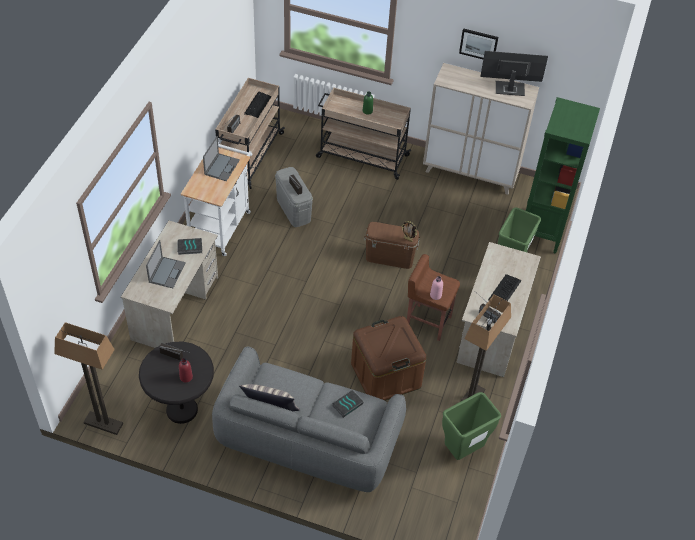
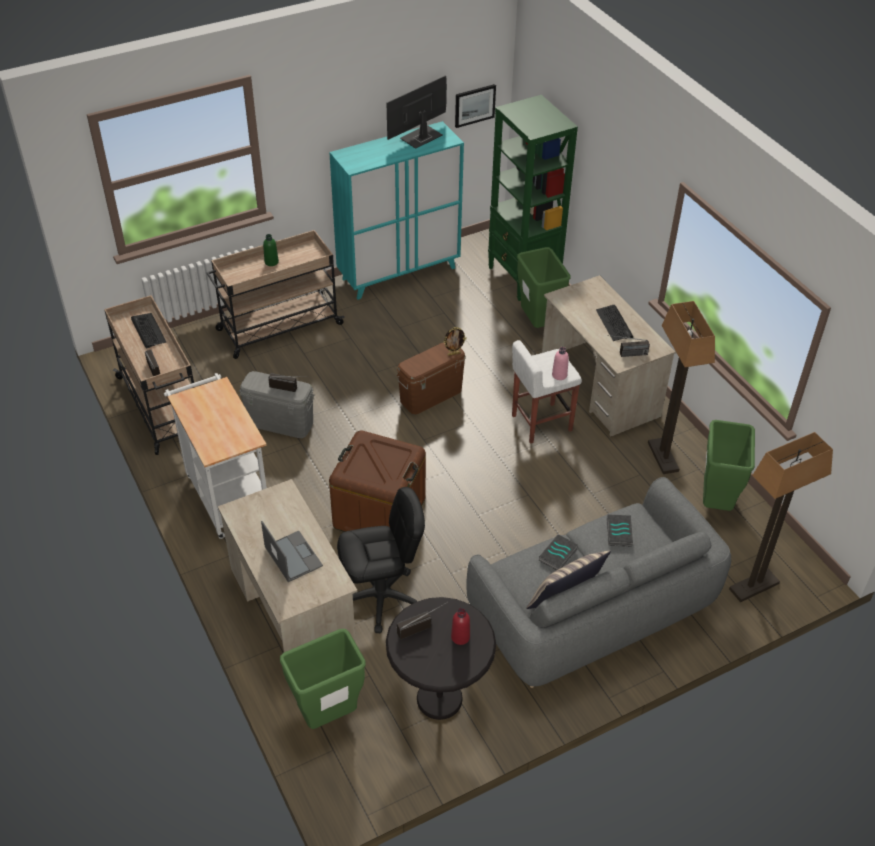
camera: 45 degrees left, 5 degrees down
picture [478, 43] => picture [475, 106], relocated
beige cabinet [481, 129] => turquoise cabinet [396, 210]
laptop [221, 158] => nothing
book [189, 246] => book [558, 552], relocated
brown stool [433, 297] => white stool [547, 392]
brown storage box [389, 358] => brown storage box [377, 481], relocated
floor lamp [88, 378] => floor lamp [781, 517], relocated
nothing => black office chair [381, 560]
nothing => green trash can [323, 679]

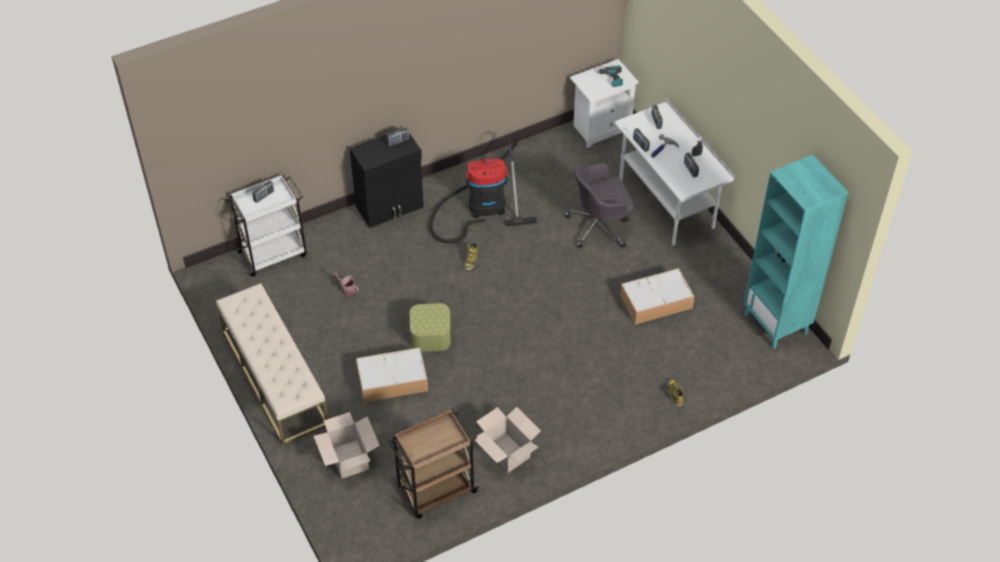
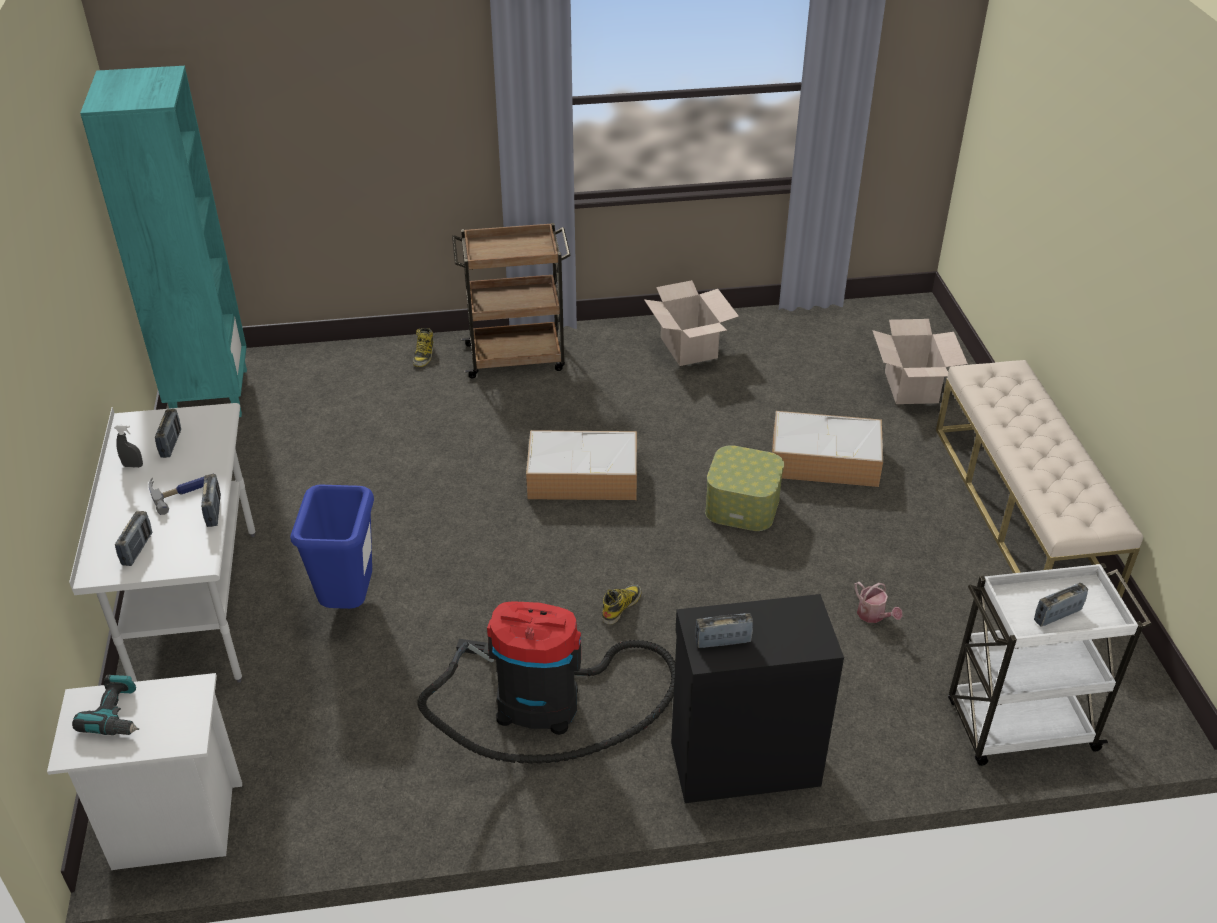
camera: 160 degrees left, 10 degrees down
grey office chair [599, 205] => blue trash can [332, 547]
storage box [657, 296] => storage box [581, 465], relocated
brown cart [433, 464] => brown cart [511, 300], relocated

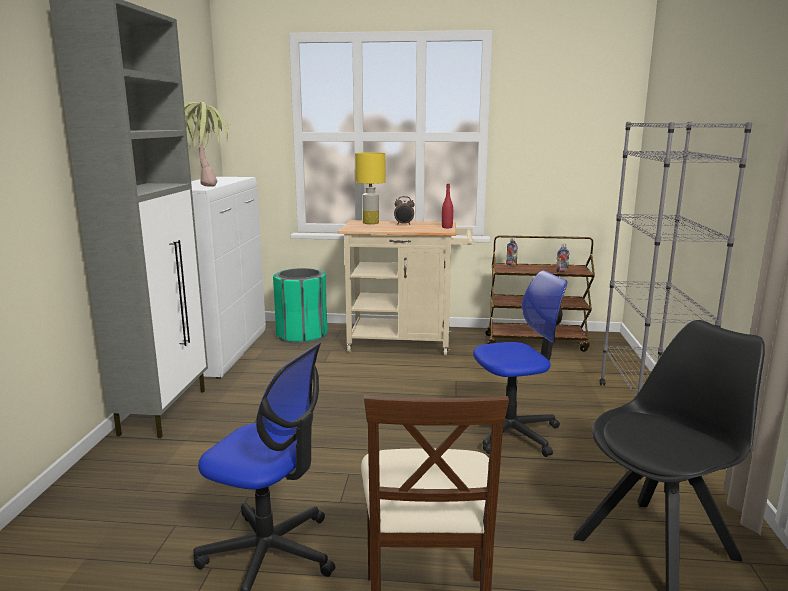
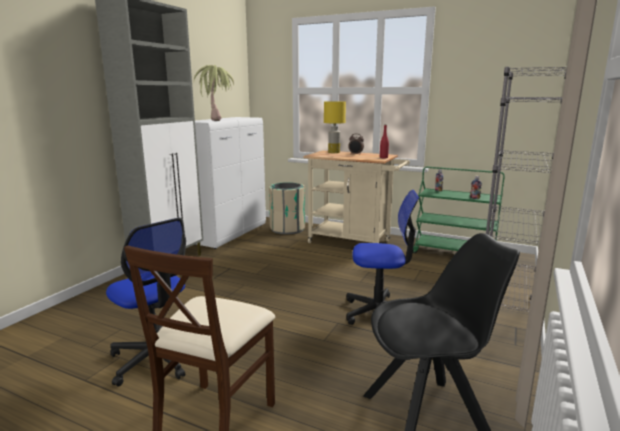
camera: 20 degrees right, 0 degrees up
brown cart [540, 293] => green cart [459, 210]
green trash can [300, 306] => beige trash can [287, 208]

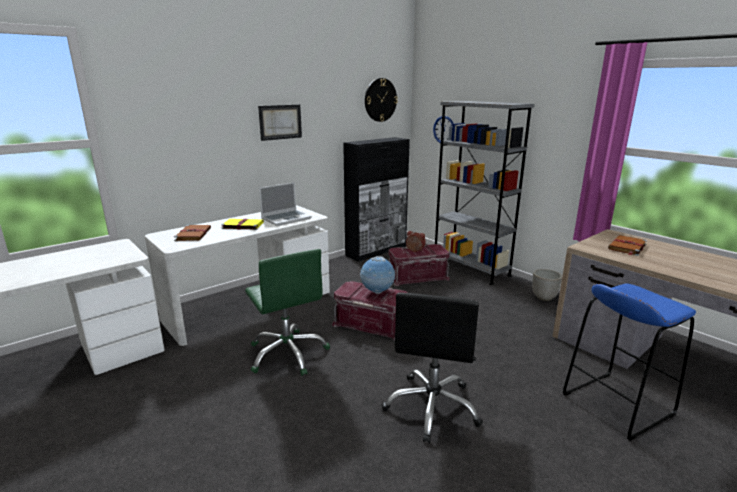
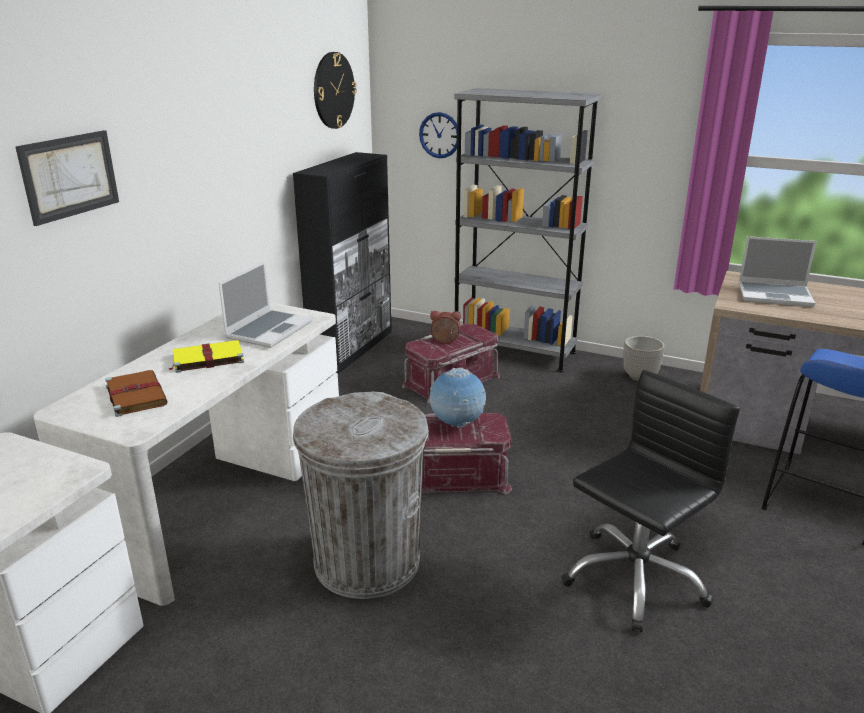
camera: 25 degrees left, 5 degrees up
picture [280, 123] => picture [67, 178], relocated
brown book [627, 245] => laptop [778, 271]
green office chair [287, 312] => grey trash can [361, 495]
black office chair [432, 368] => black office chair [651, 501], 120 degrees counterclockwise

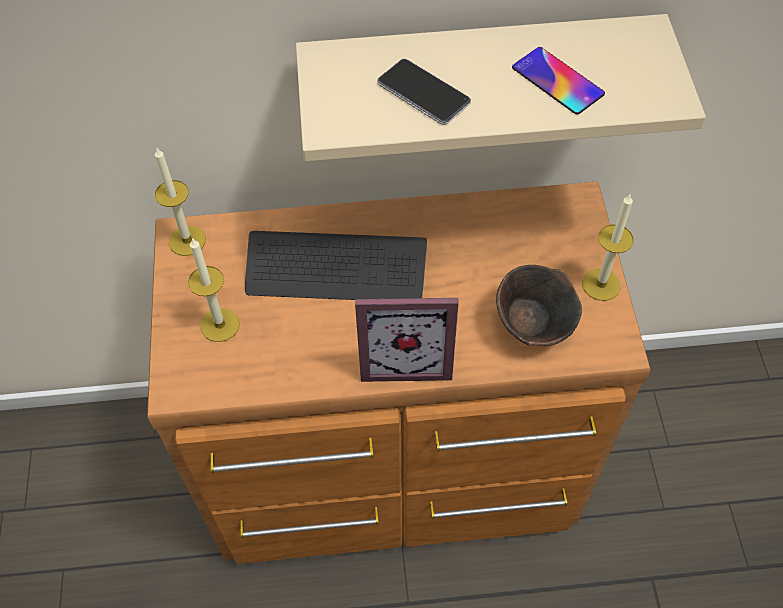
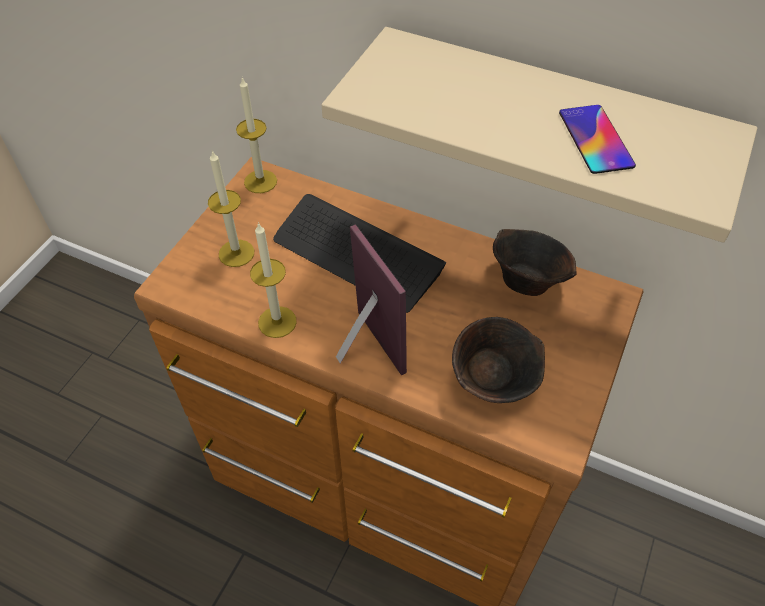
camera: 30 degrees right, 5 degrees down
phone [424, 92] => nothing
candle [608, 247] => candle [273, 280], relocated
picture frame [407, 340] => picture frame [371, 299], 150 degrees counterclockwise
nothing => brown bowl [535, 262]

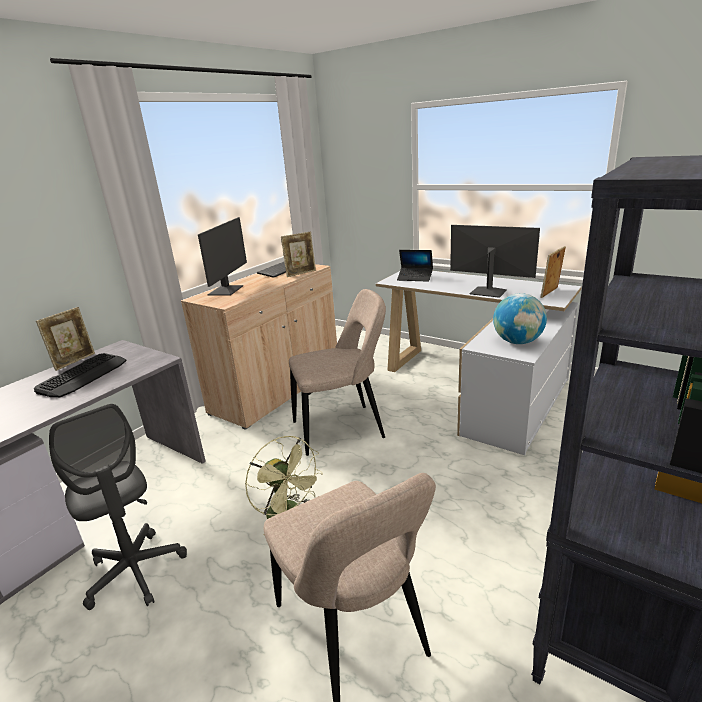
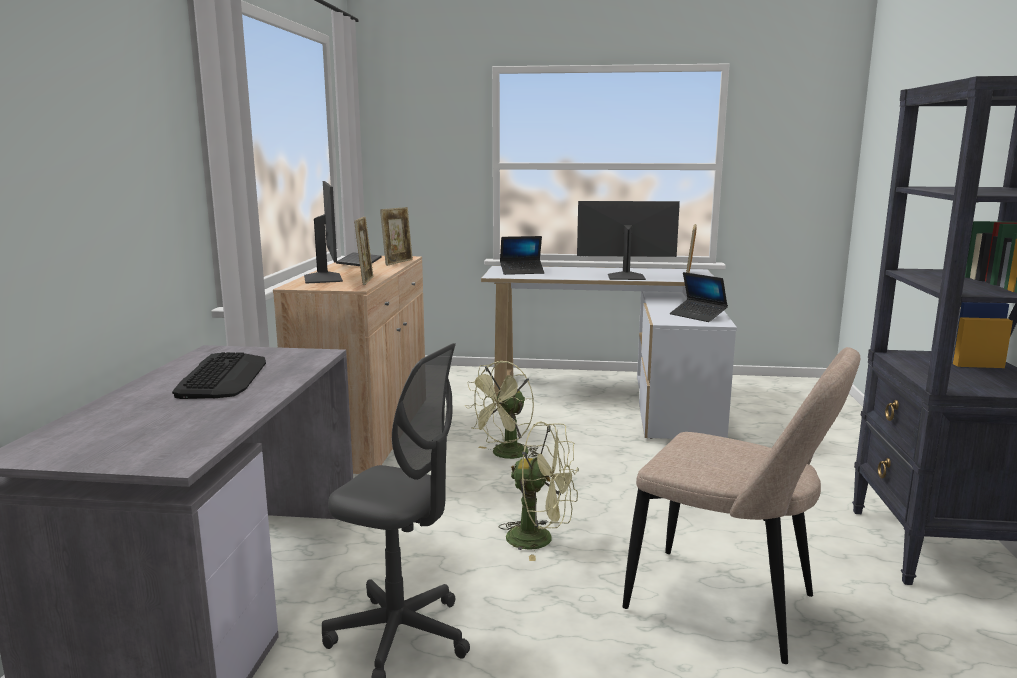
camera: 30 degrees left, 10 degrees down
beige chair [337, 372] => green fan [501, 410]
globe [520, 318] => laptop [699, 297]
picture frame [65, 339] => picture frame [364, 251], relocated

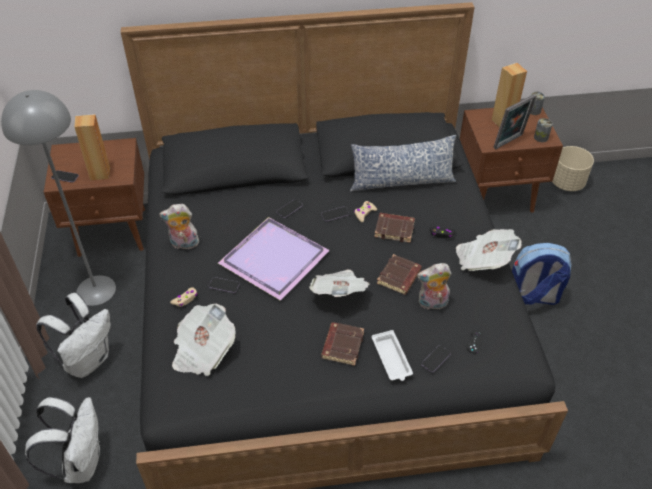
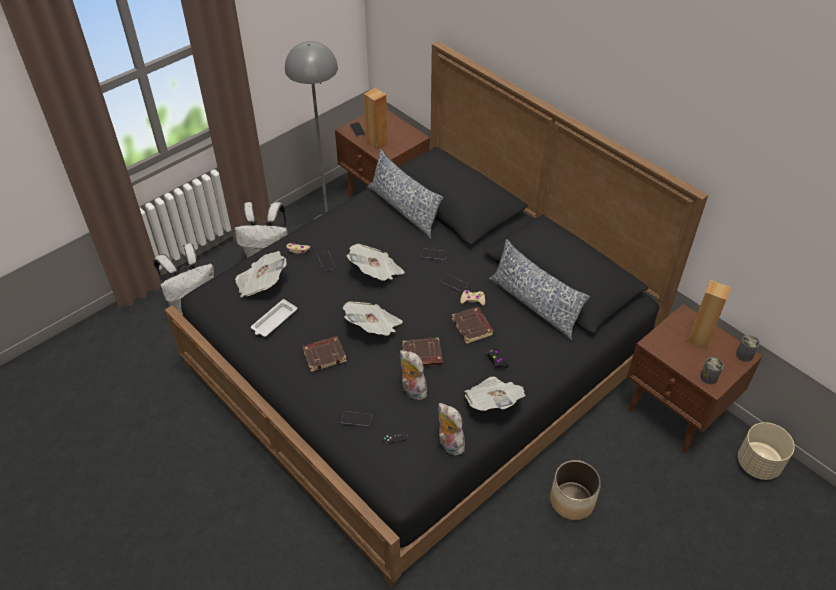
camera: 55 degrees right, 0 degrees up
picture frame [514, 121] => nothing
plush toy [179, 226] => plush toy [451, 429], relocated
purple tray [274, 259] => newspaper [375, 262]
backpack [542, 274] => planter [575, 490]
white tray [392, 355] => white tray [274, 318], relocated
nothing => pillow [406, 193]

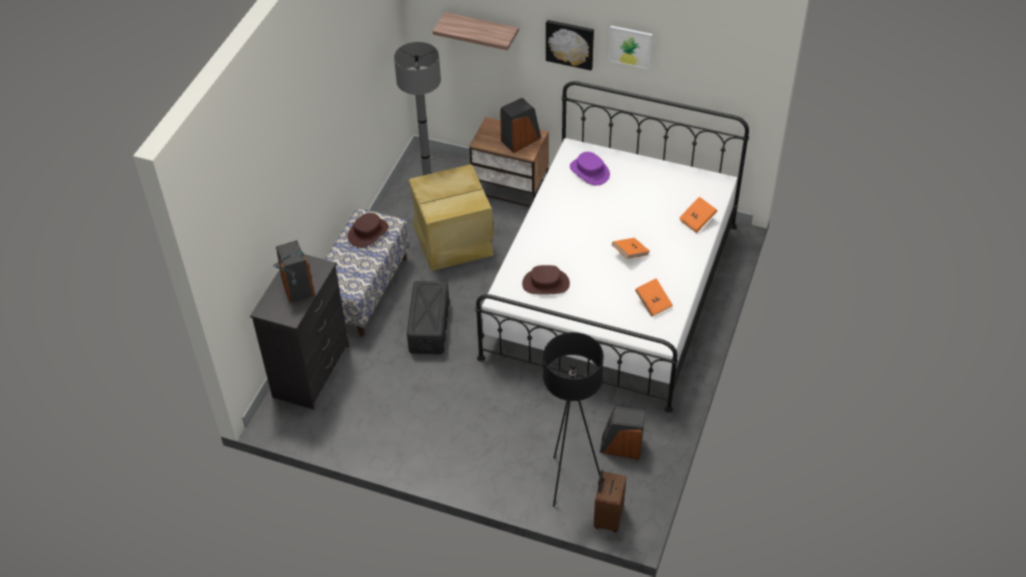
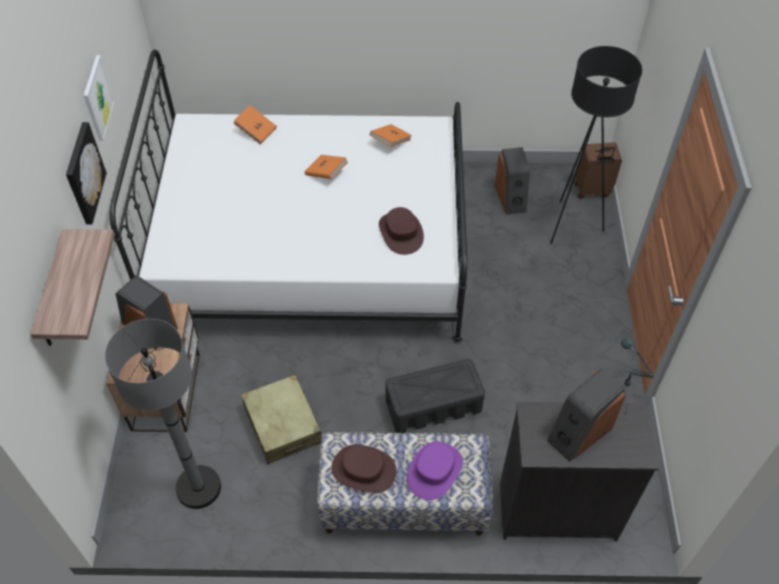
camera: 110 degrees left, 5 degrees up
purple hat [590, 168] => purple hat [435, 471], relocated
beige storage box [451, 217] => beige suitcase [281, 419]

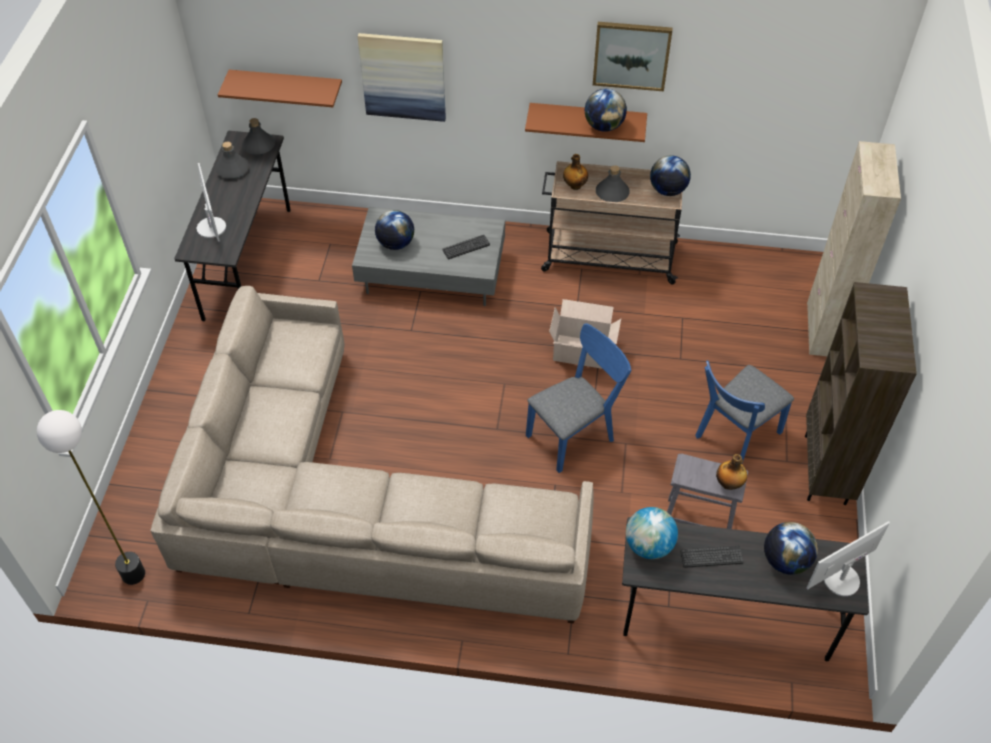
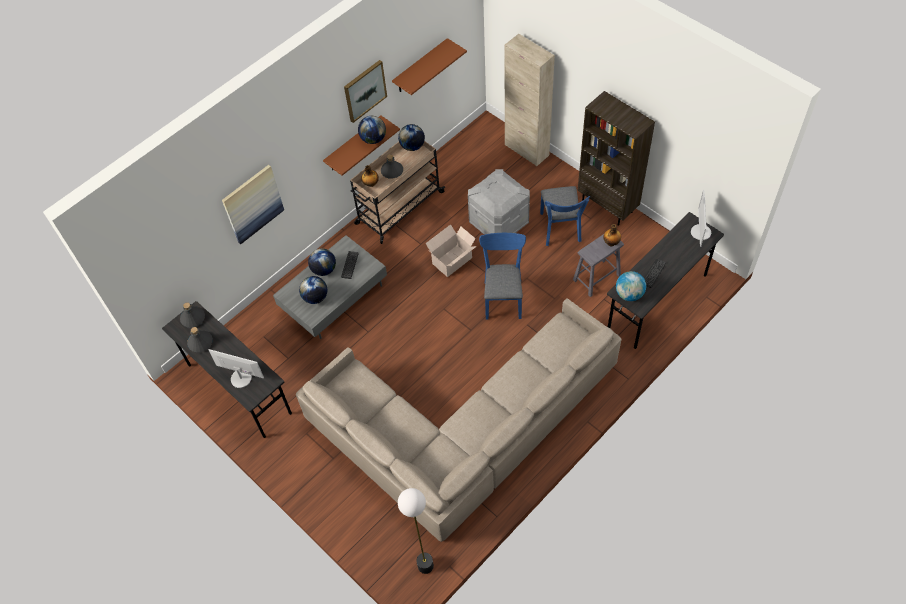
camera: 50 degrees left, 5 degrees up
brown shelf [280, 88] => brown shelf [429, 66], relocated
globe [791, 548] => globe [322, 262], relocated
nothing => grey storage box [499, 202]

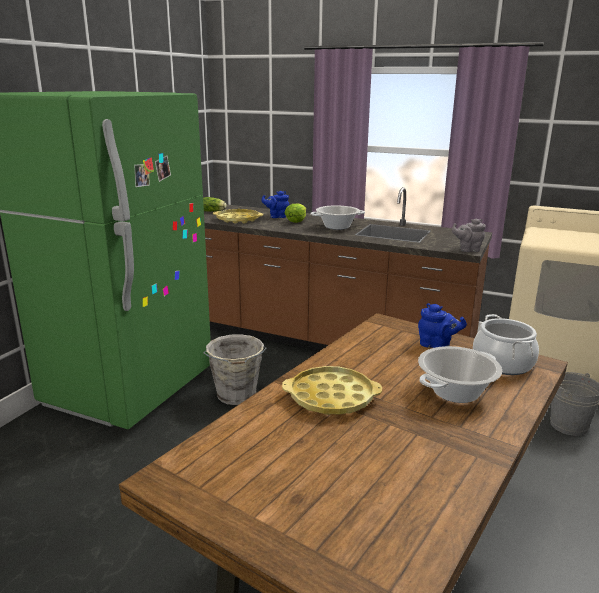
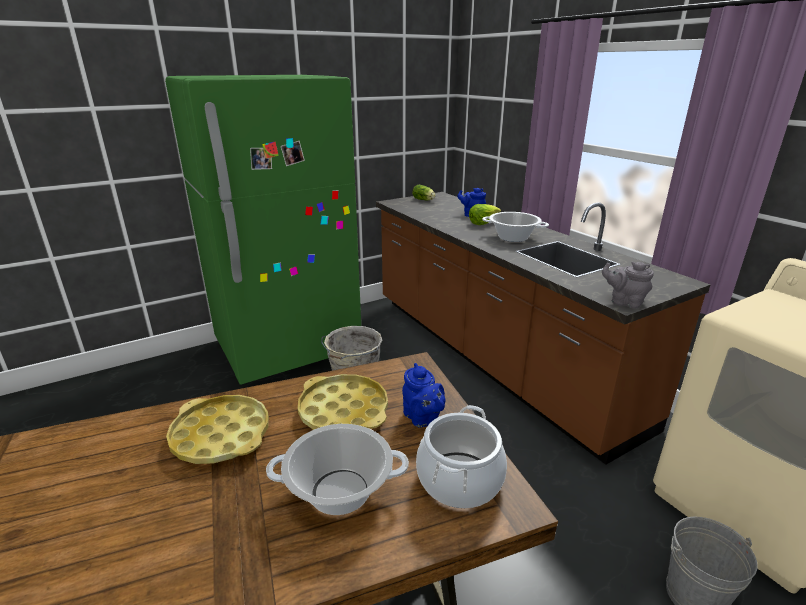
camera: 35 degrees right, 5 degrees up
yellow tray [238, 216] => yellow tray [343, 402], relocated

